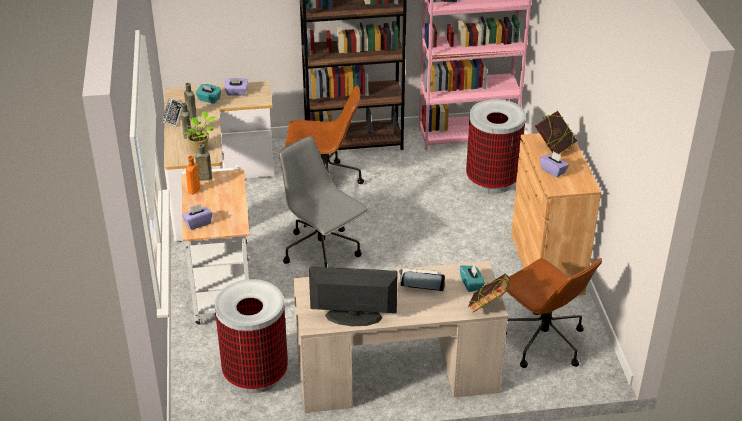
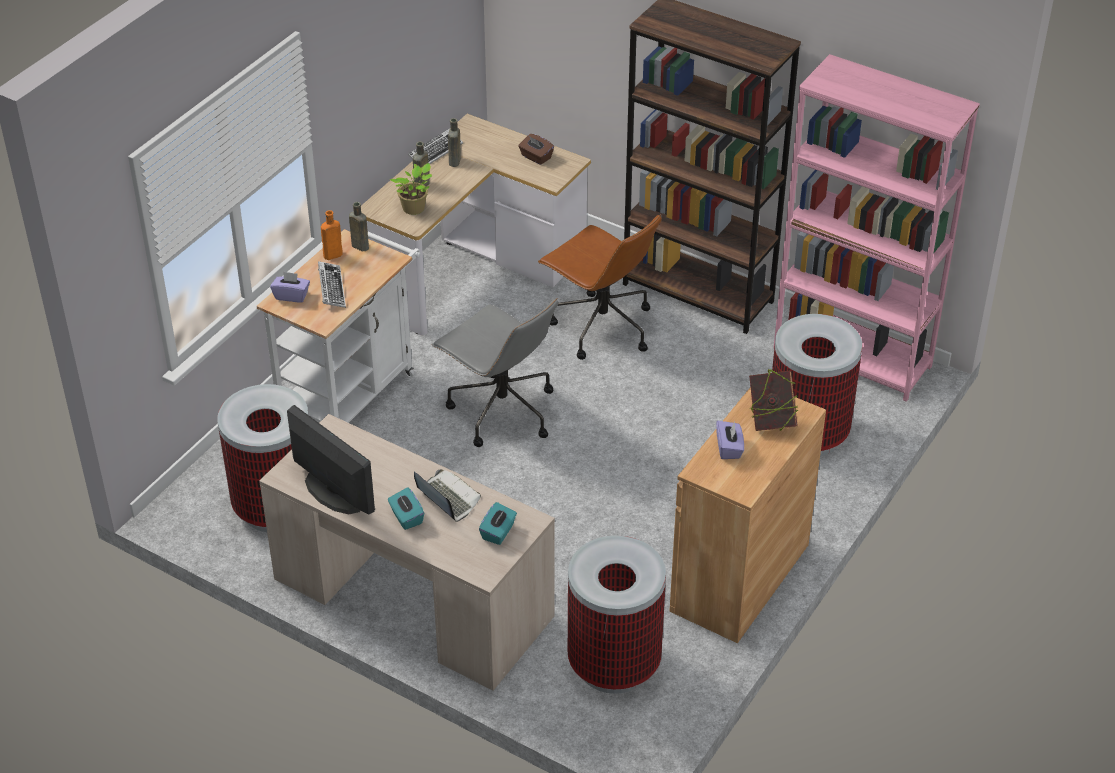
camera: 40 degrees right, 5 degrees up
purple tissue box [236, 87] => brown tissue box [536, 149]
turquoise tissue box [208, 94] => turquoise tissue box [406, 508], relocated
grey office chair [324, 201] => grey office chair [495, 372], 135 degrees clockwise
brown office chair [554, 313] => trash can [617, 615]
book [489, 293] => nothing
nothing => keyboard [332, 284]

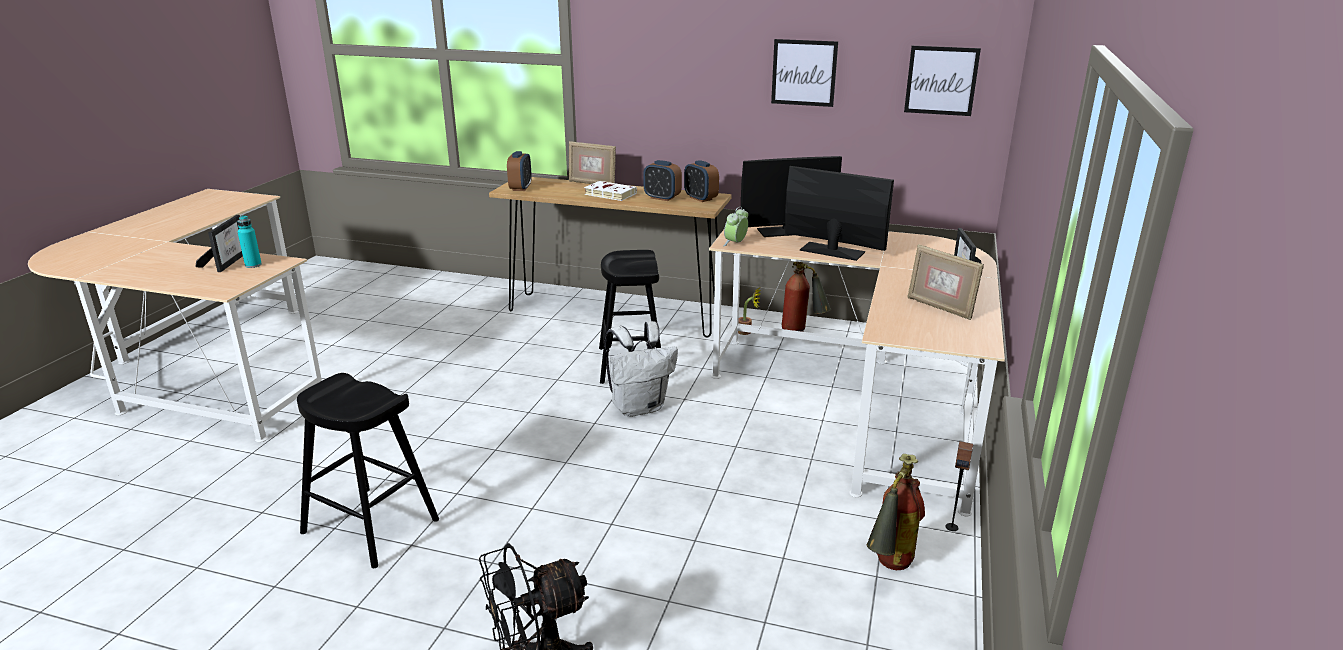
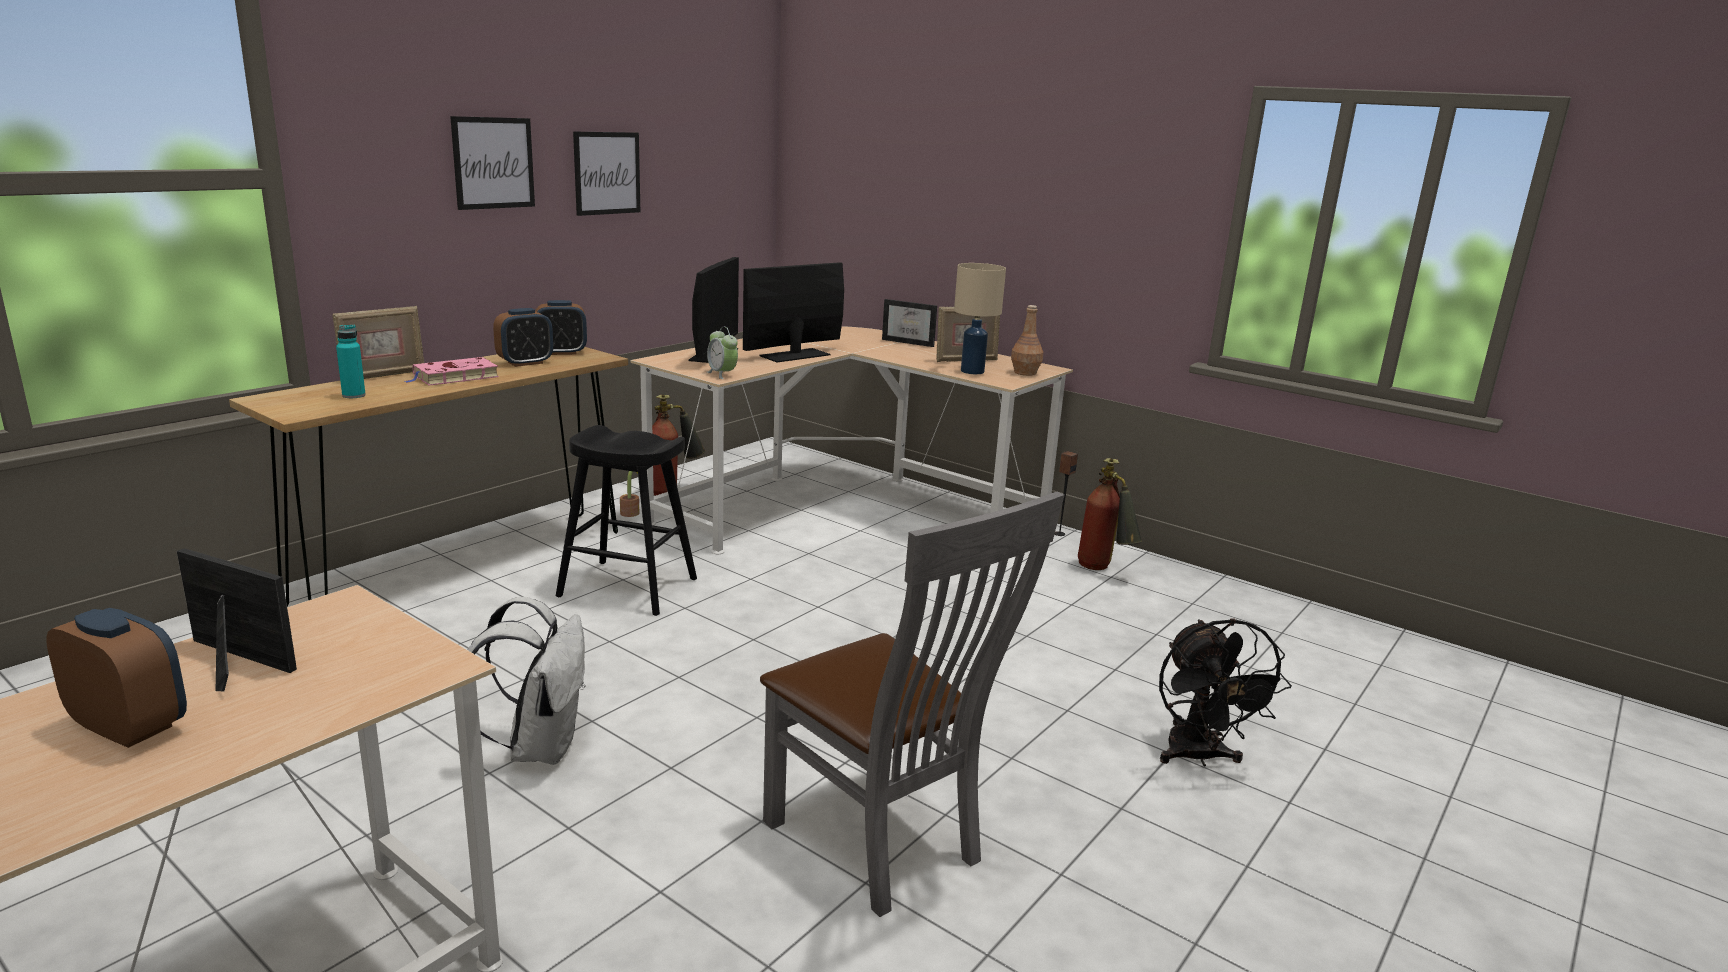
camera: 70 degrees left, 5 degrees down
picture [942, 81] => picture [492, 163], relocated
alarm clock [519, 171] => alarm clock [116, 678], relocated
white book [610, 191] => pink book [452, 371]
turquoise bottle [249, 241] => turquoise bottle [351, 361], relocated
white backpack [641, 369] => white backpack [526, 681], relocated
black stool [368, 470] => grey chair [912, 704]
nothing => beige table lamp [980, 318]
nothing => brown bottle [1027, 340]

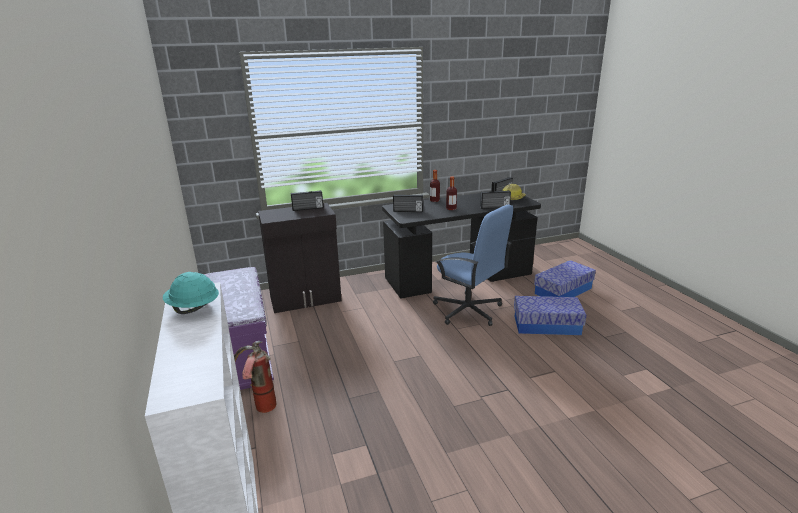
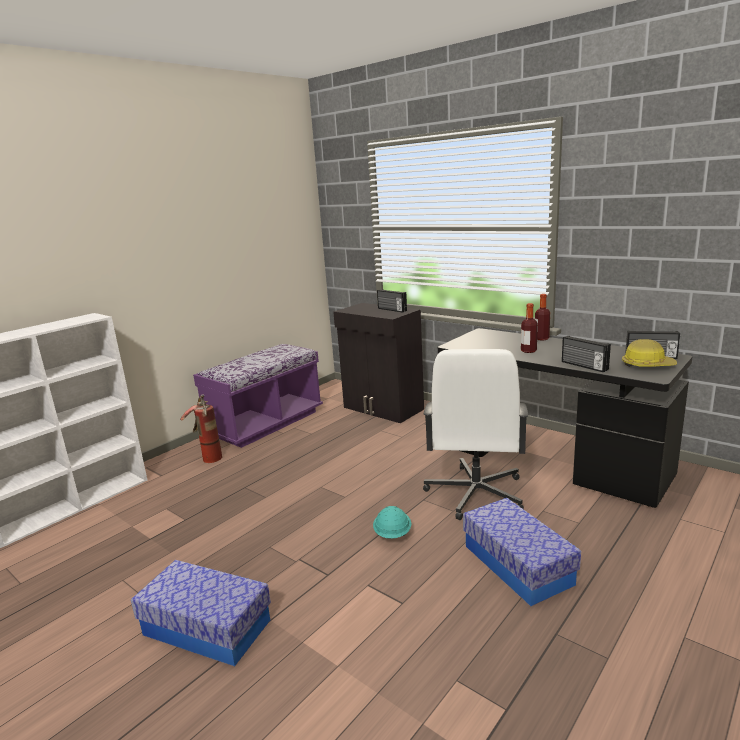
camera: 60 degrees right, 5 degrees down
radio [408, 203] => nothing
blue office chair [473, 265] => white office chair [475, 434]
storage box [565, 278] => storage box [201, 613], relocated
turquoise hard hat [191, 293] => turquoise hard hat [392, 522], relocated

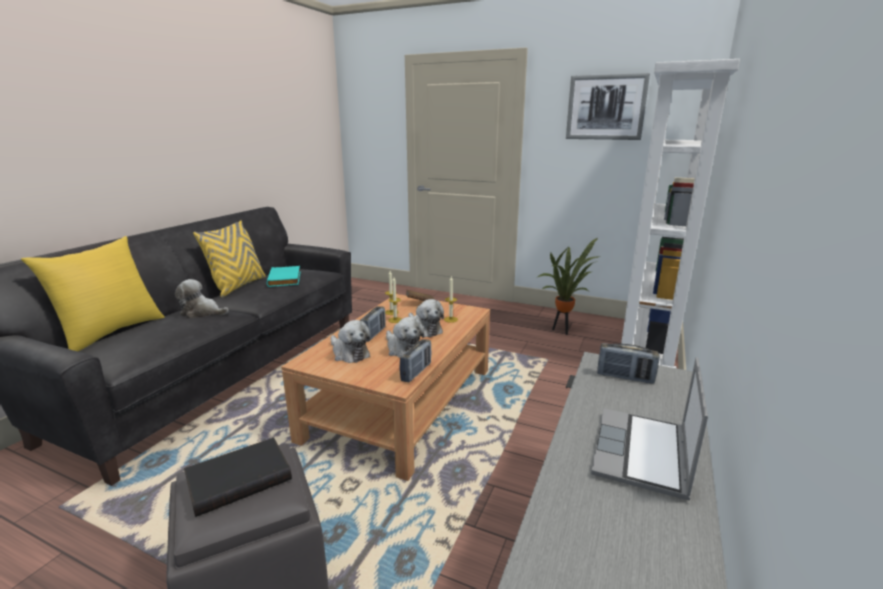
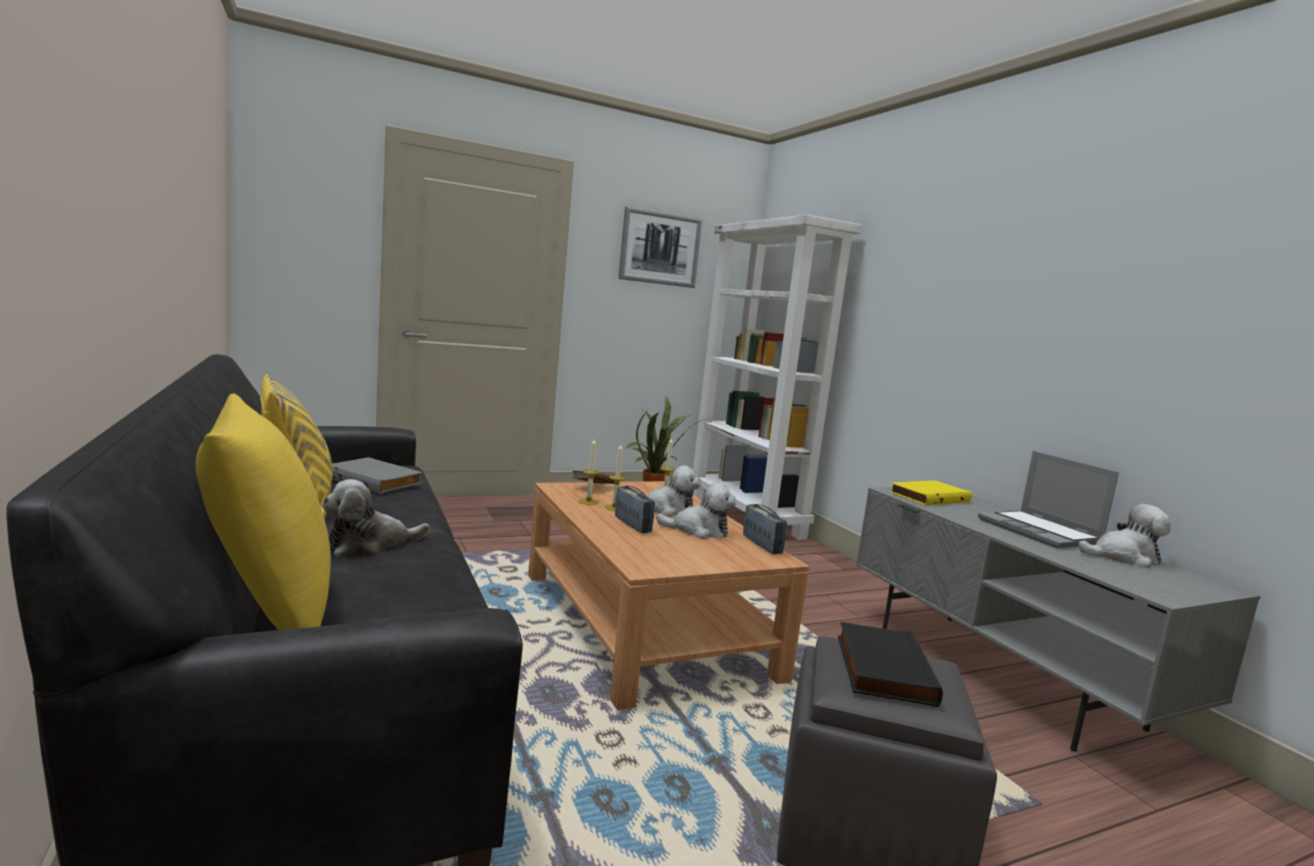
camera: 50 degrees left, 10 degrees down
turquoise book [284, 276] => grey book [377, 475]
plush toy [350, 341] => plush toy [1124, 536], relocated
radio [628, 363] => yellow book [930, 492]

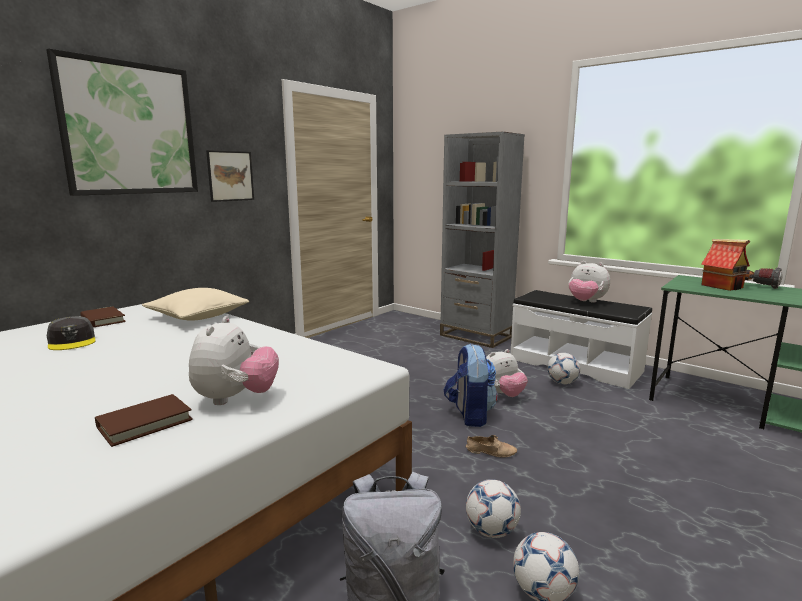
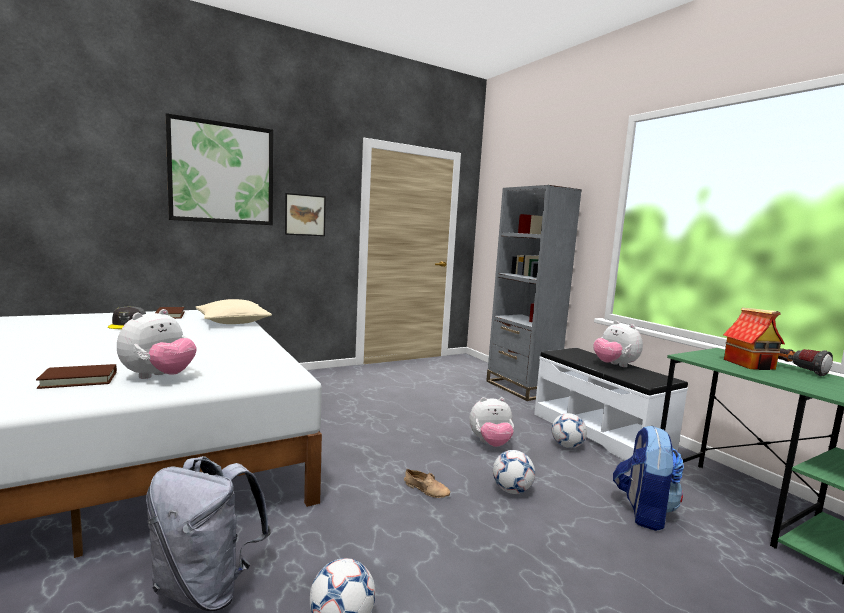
camera: 20 degrees right, 5 degrees down
backpack [470, 385] => backpack [648, 478], relocated
football [493, 508] => football [514, 472], relocated

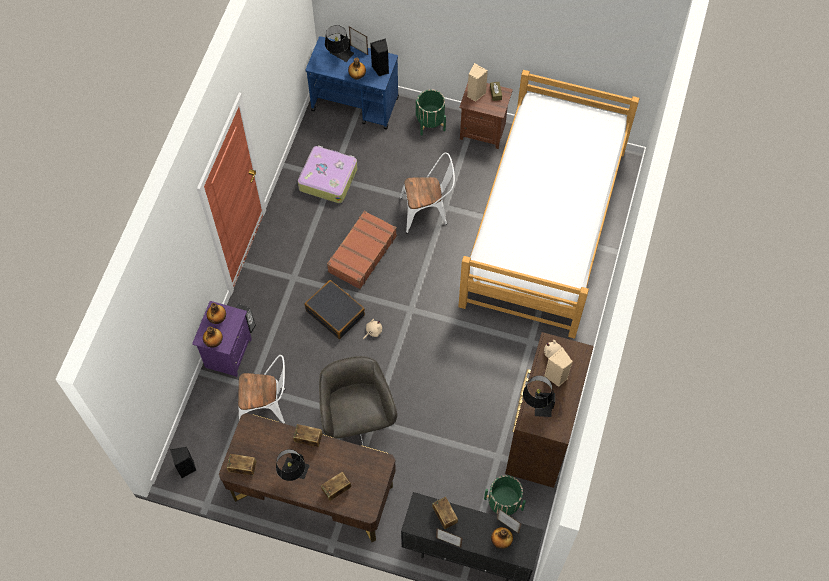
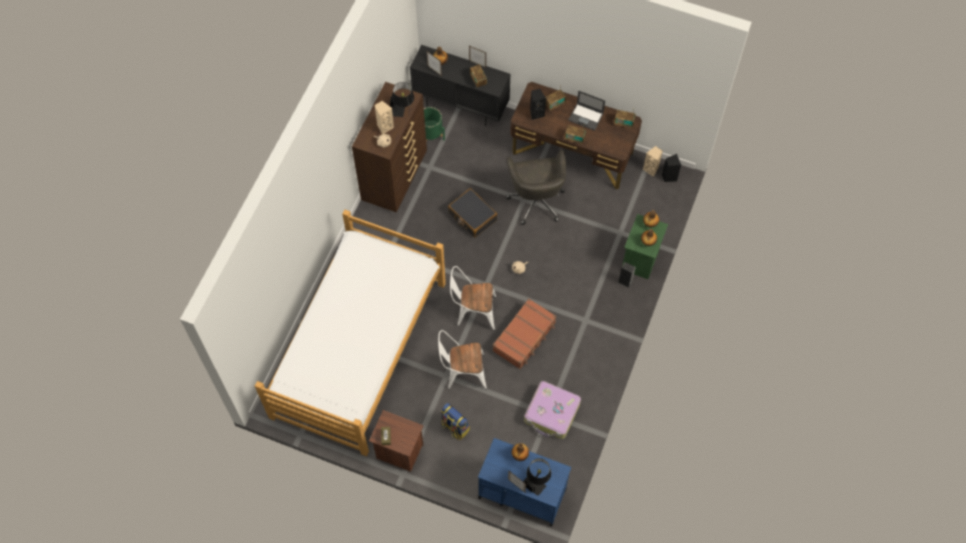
camera: 175 degrees left, 0 degrees up
black speaker [379, 57] => black speaker [538, 104], relocated
beige speaker [477, 82] => beige speaker [653, 161], relocated
green planter [431, 112] => nothing
black suitcase [335, 309] => black suitcase [472, 213], relocated
purple nightstand [222, 339] => green nightstand [645, 246]
white chair [261, 389] => white chair [473, 298], relocated
black table lamp [293, 465] => laptop [586, 111]
nothing => backpack [455, 421]

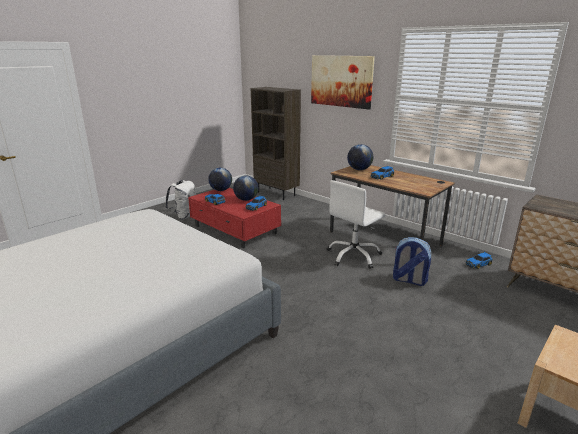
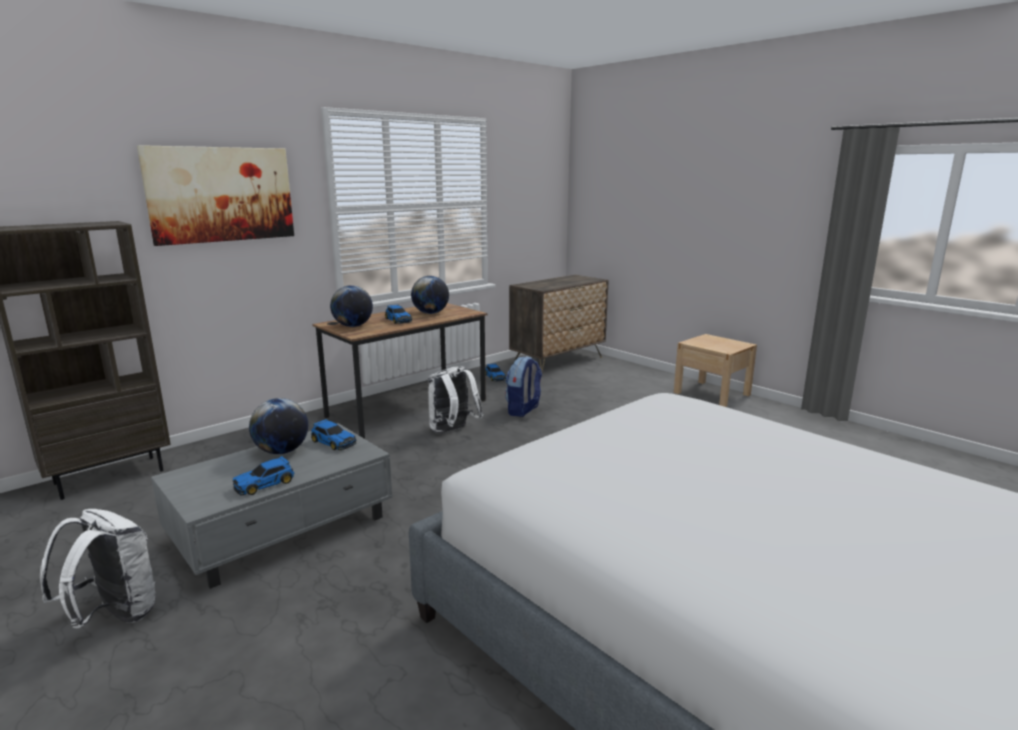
camera: 85 degrees left, 5 degrees down
globe [220, 179] => globe [430, 295], relocated
white office chair [356, 224] => white backpack [456, 400]
red coffee table [234, 218] => grey coffee table [271, 506]

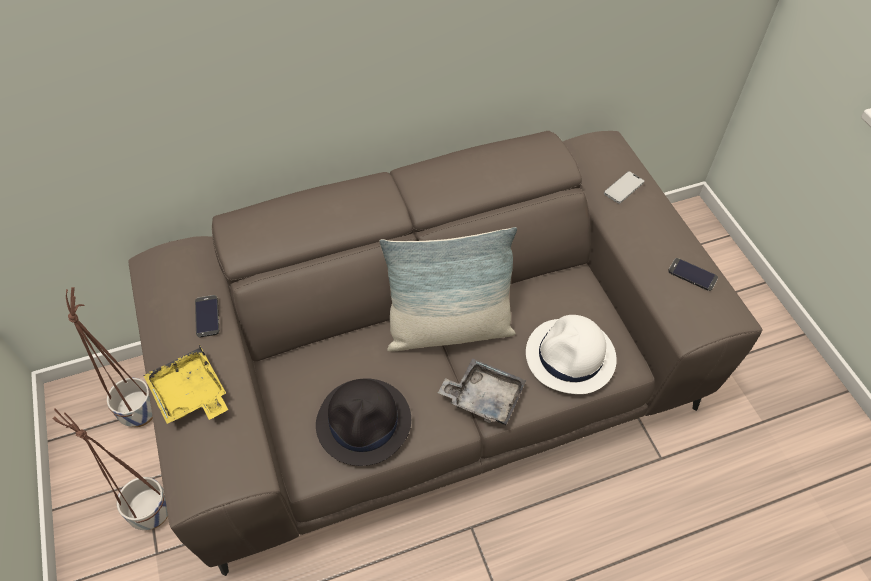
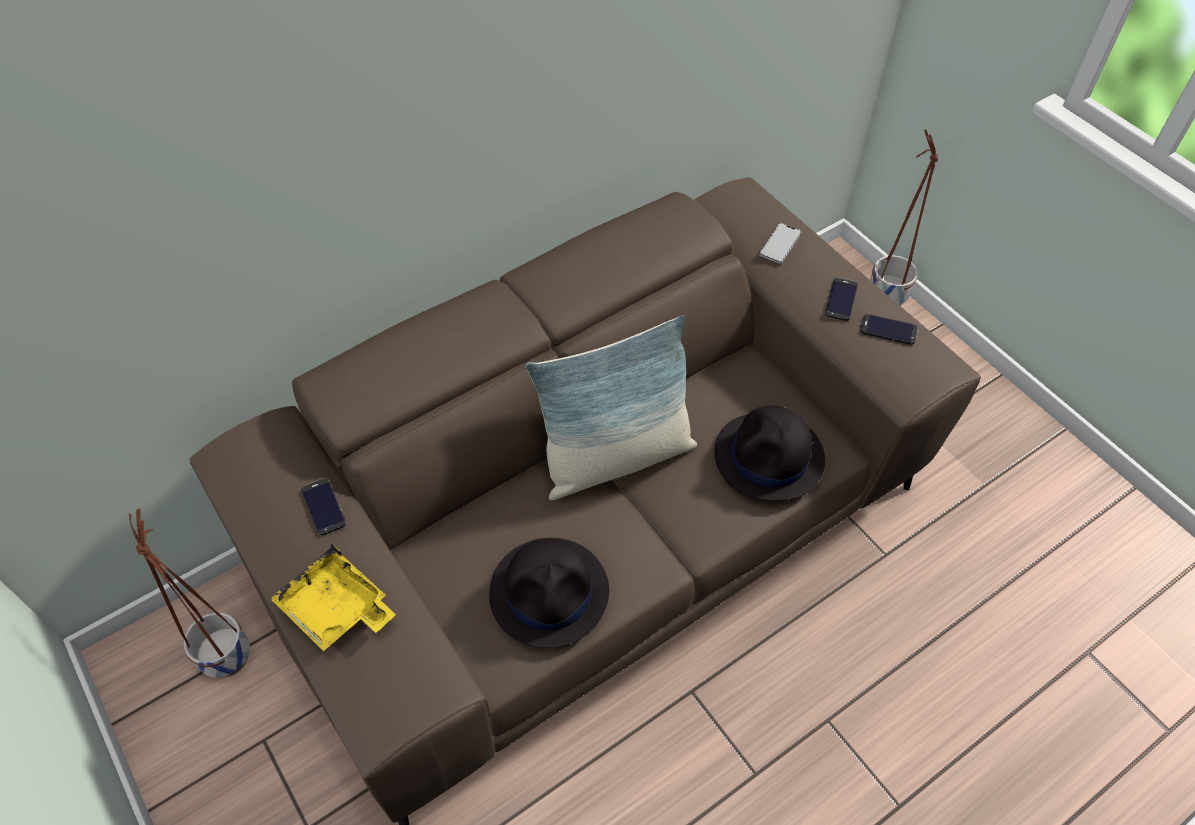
camera: 15 degrees left, 0 degrees up
white hat [571, 354] => black hat [770, 453]
grey tray [482, 391] => nothing
planter [110, 469] => planter [904, 218], relocated
nothing => phone [841, 299]

